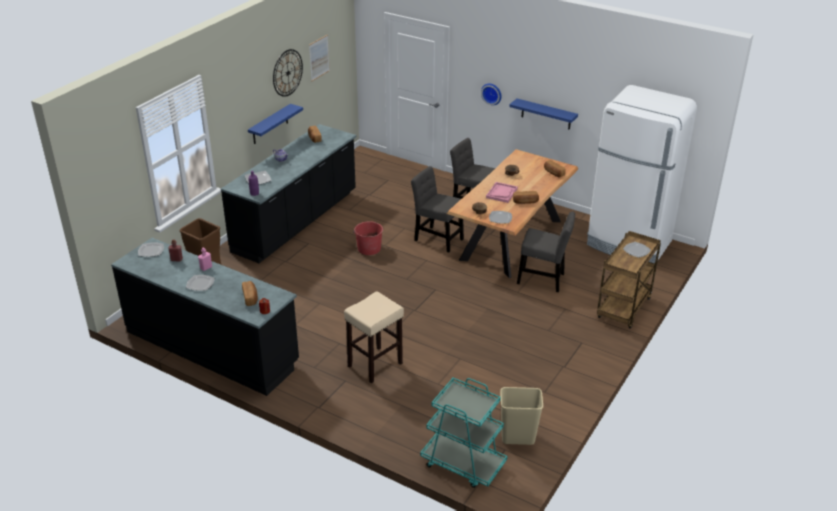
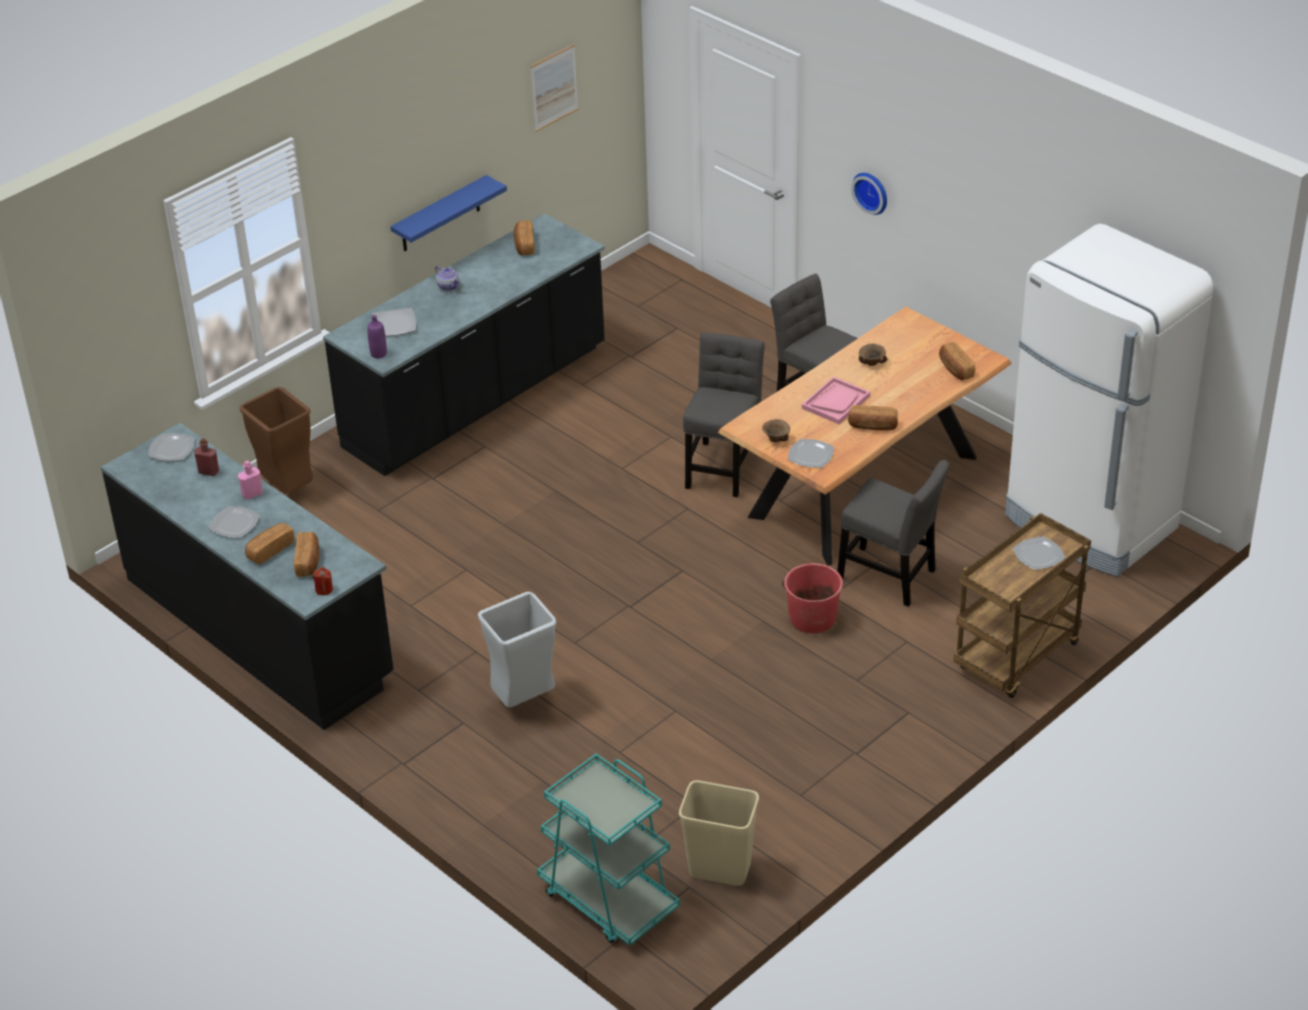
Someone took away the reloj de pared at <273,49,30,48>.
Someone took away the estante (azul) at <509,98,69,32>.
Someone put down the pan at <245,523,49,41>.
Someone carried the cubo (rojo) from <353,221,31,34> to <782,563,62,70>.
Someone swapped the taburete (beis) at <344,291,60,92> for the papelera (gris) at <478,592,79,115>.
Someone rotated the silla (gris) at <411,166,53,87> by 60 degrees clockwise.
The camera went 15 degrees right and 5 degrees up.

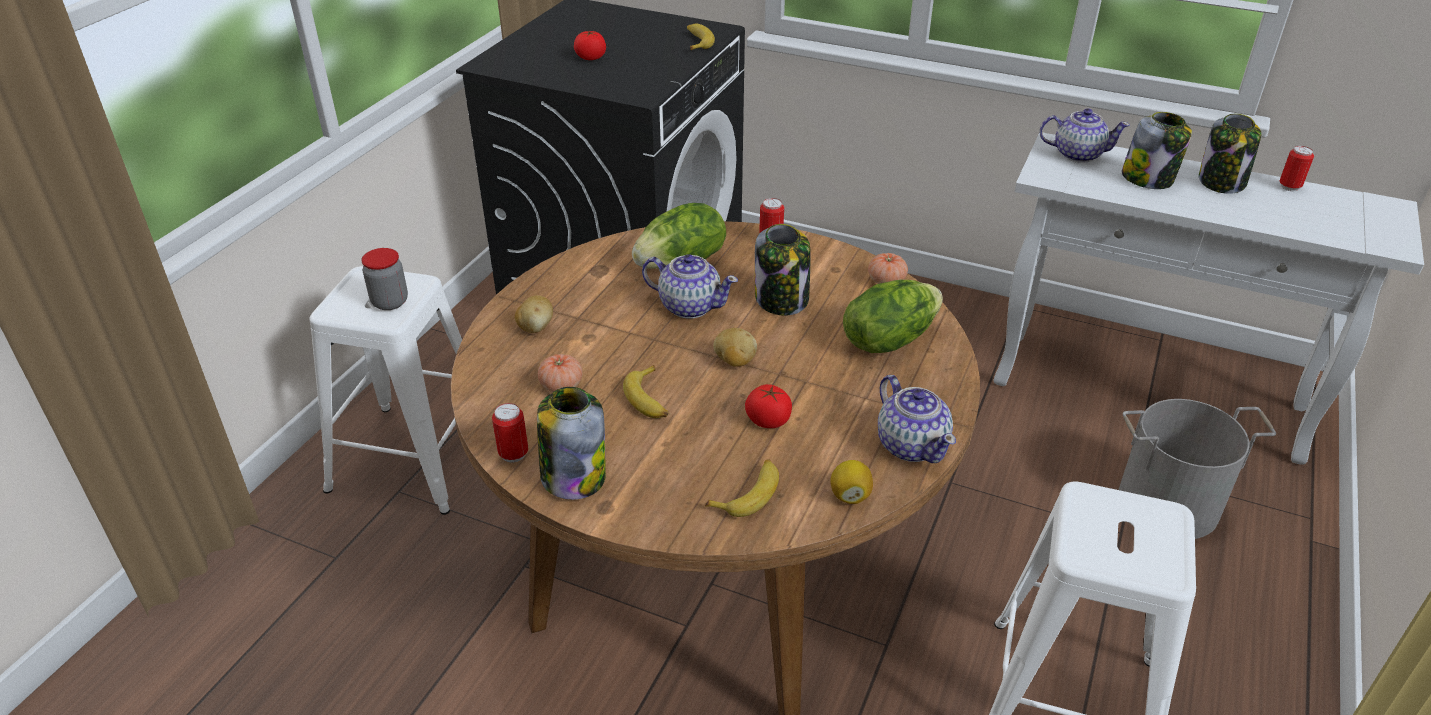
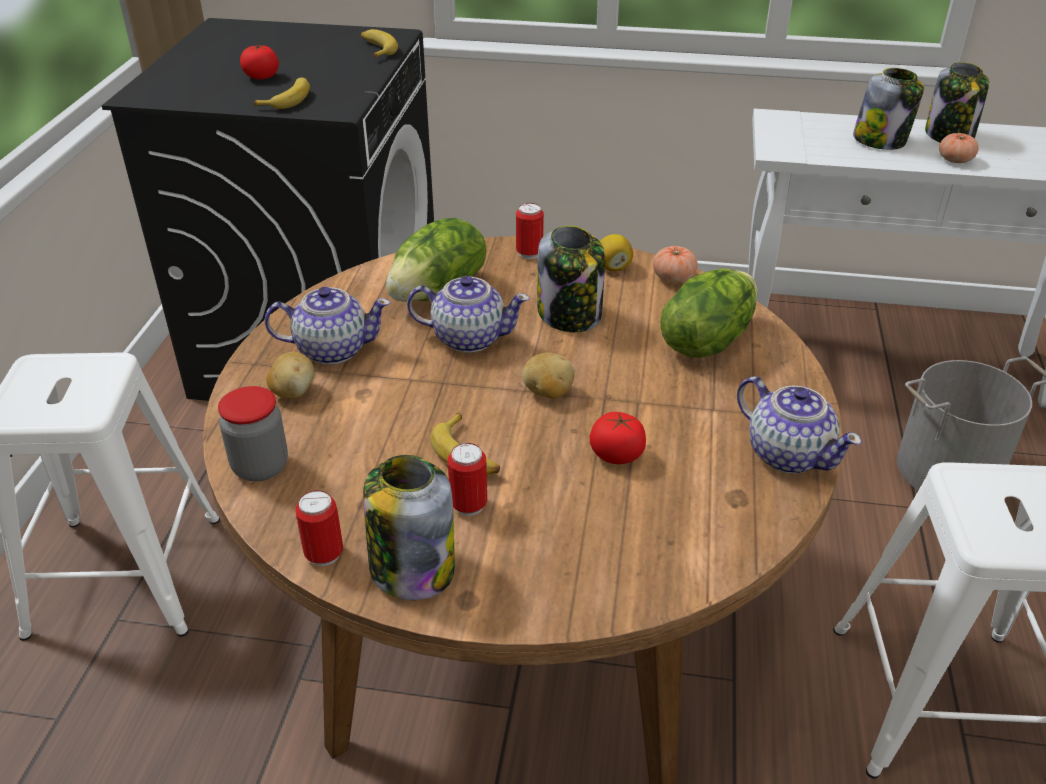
Someone carried the tarro from <361,248,47,62> to <218,386,70,95>.
Someone carried the tomate from <538,354,45,38> to <939,133,40,30>.
Someone carried the plátano from <705,459,74,58> to <253,78,57,31>.
Someone carried the limón from <830,460,43,44> to <600,234,33,38>.
Someone carried the tetera from <1039,108,91,55> to <264,287,127,78>.
Someone carried the lata from <1280,146,34,45> to <447,443,40,73>.
The camera went 15 degrees left and 0 degrees up.

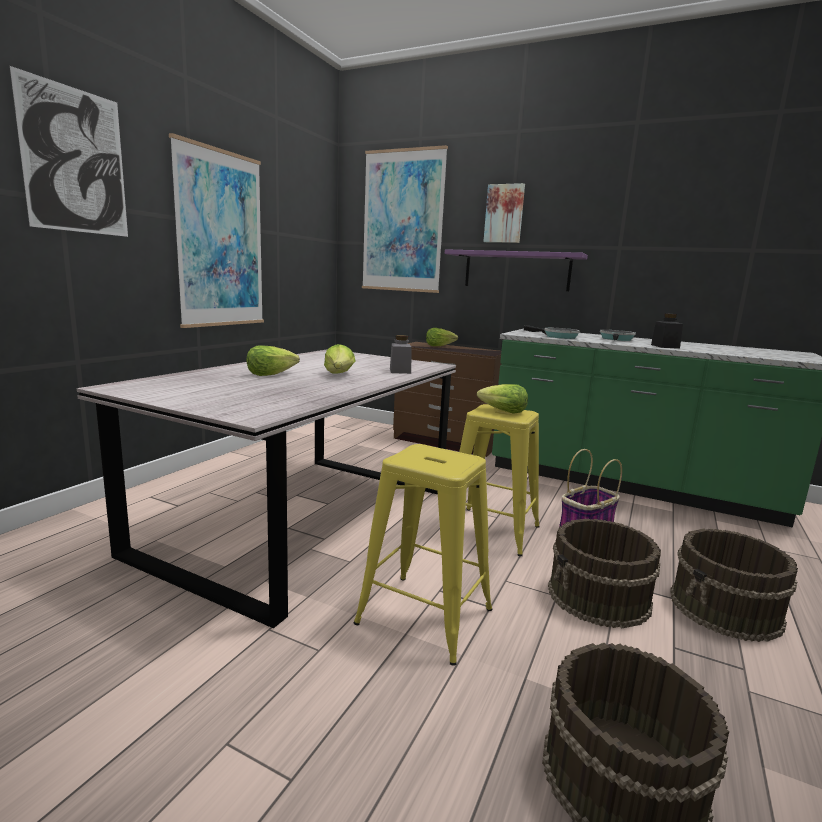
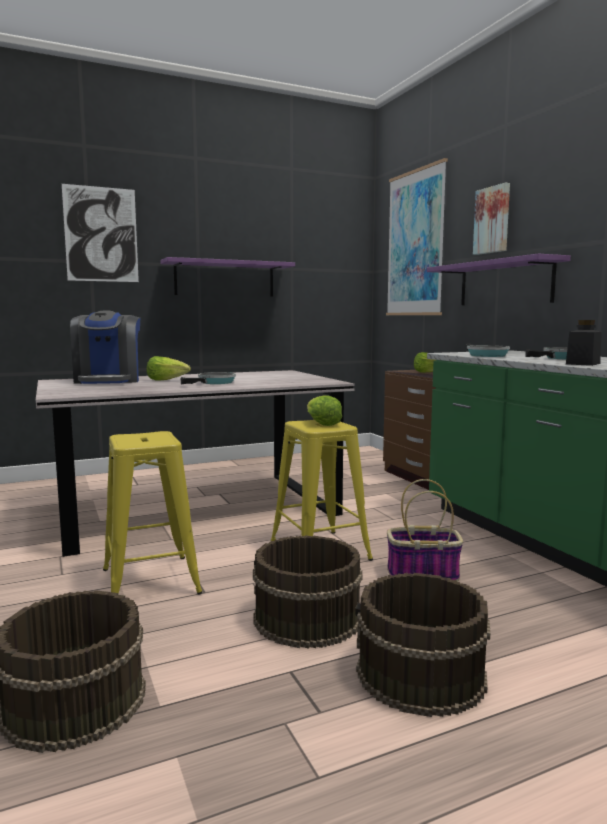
Someone took away the tarro (gris) at <390,335,22,39>.
Someone put down the cafetera at <70,310,70,74>.
Someone swapped the cuadro at <169,133,95,195> for the estante (morado) at <160,257,135,40>.
Someone swapped the lechuga at <324,344,32,29> for the sartén at <181,372,55,12>.
The camera went 40 degrees right and 5 degrees down.

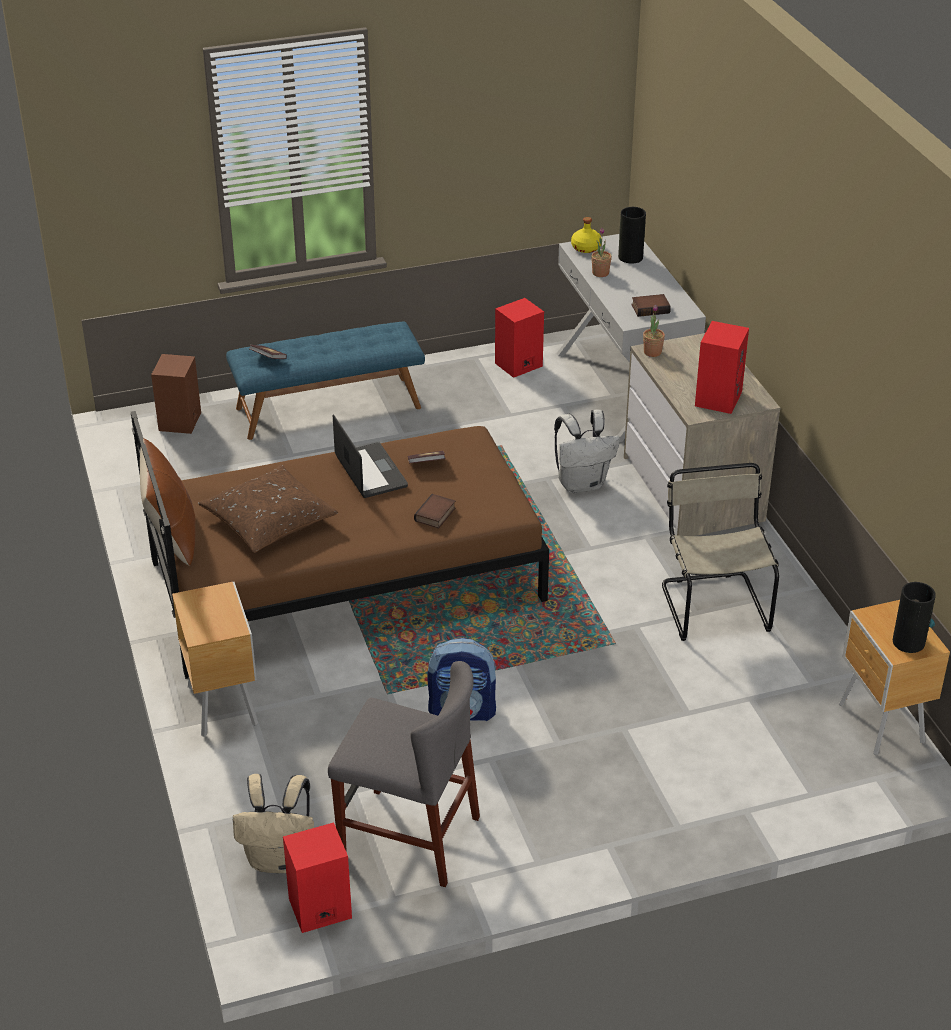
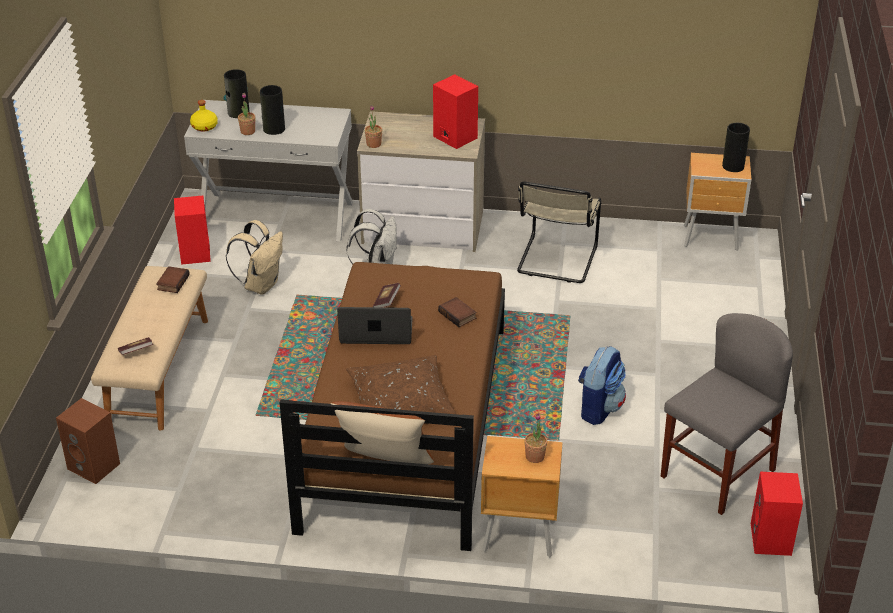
Someone put down the florero at <260,85,25,50>.
Someone put down the planta en maceta at <524,413,23,50>.
Someone carried the mochila (beis) from <233,774,81,99> to <226,220,57,75>.
Someone carried the libro from <631,294,40,23> to <156,266,34,27>.
Someone repainted the banco (azul) at <226,321,199,119>, which became the banco (beis) at <91,266,117,165>.
Someone rotated the silla (beis) at <662,463,117,178> by 90 degrees counterclockwise.
The camera went 65 degrees left and 0 degrees up.

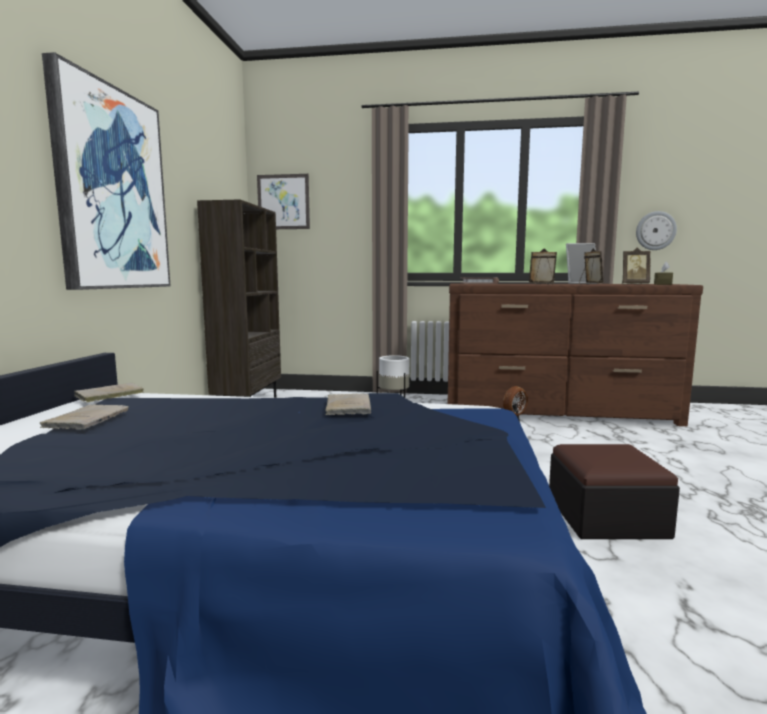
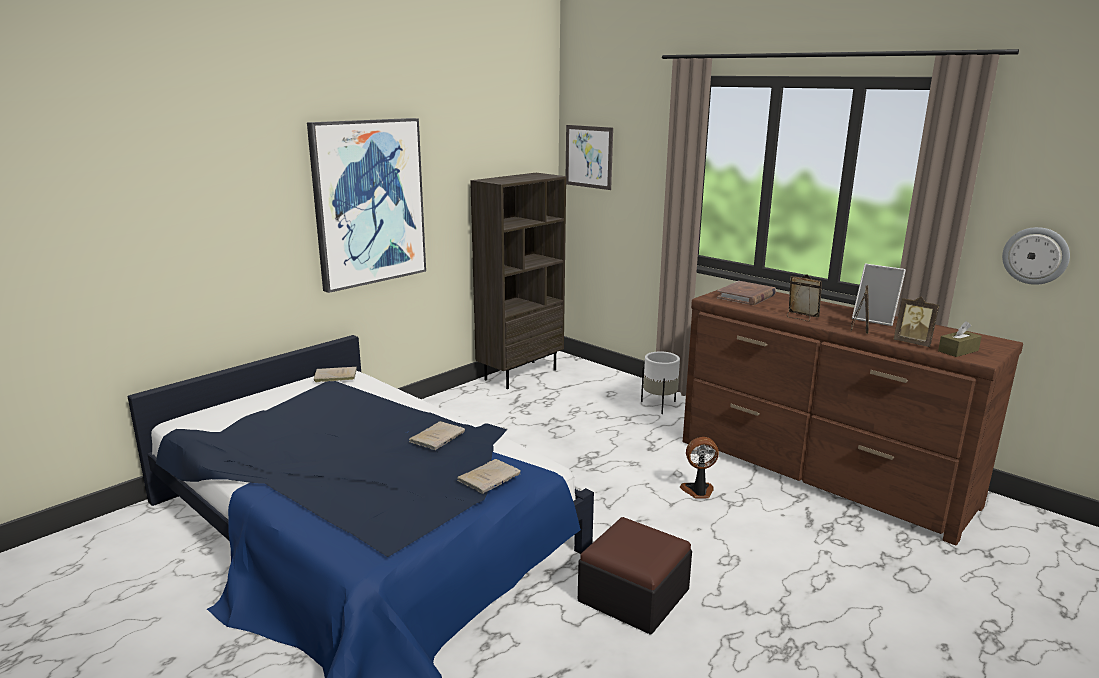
Someone carried the libro (beis) from <40,405,89,25> to <457,459,64,35>.
The camera went 35 degrees right and 10 degrees up.

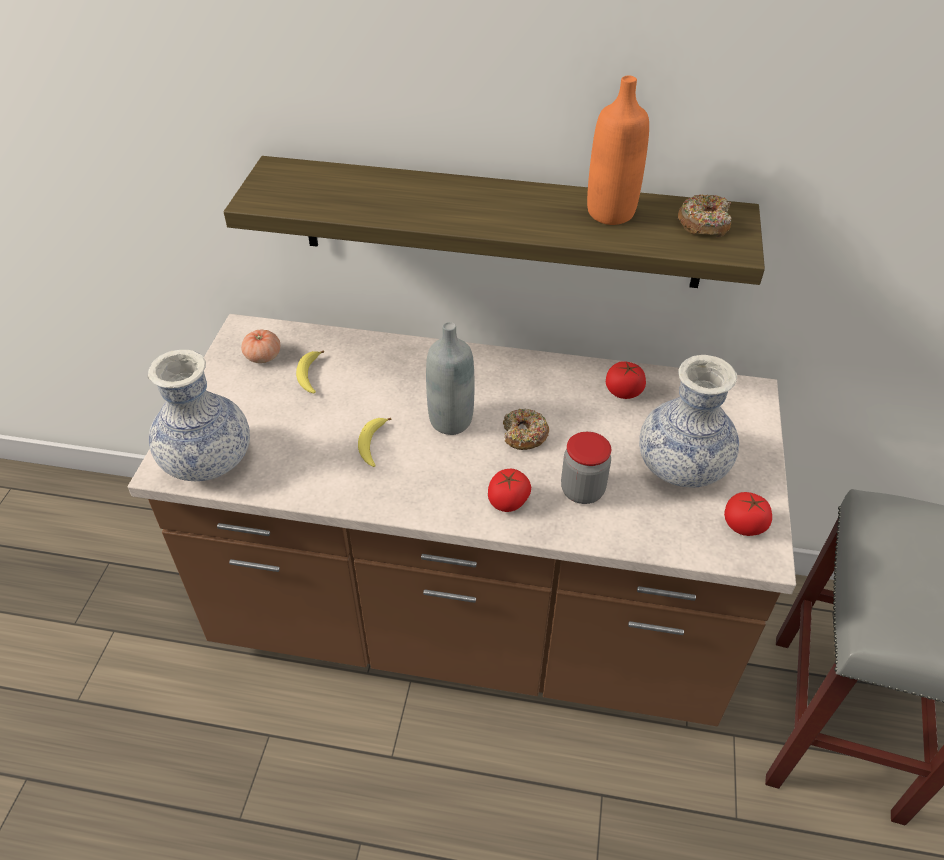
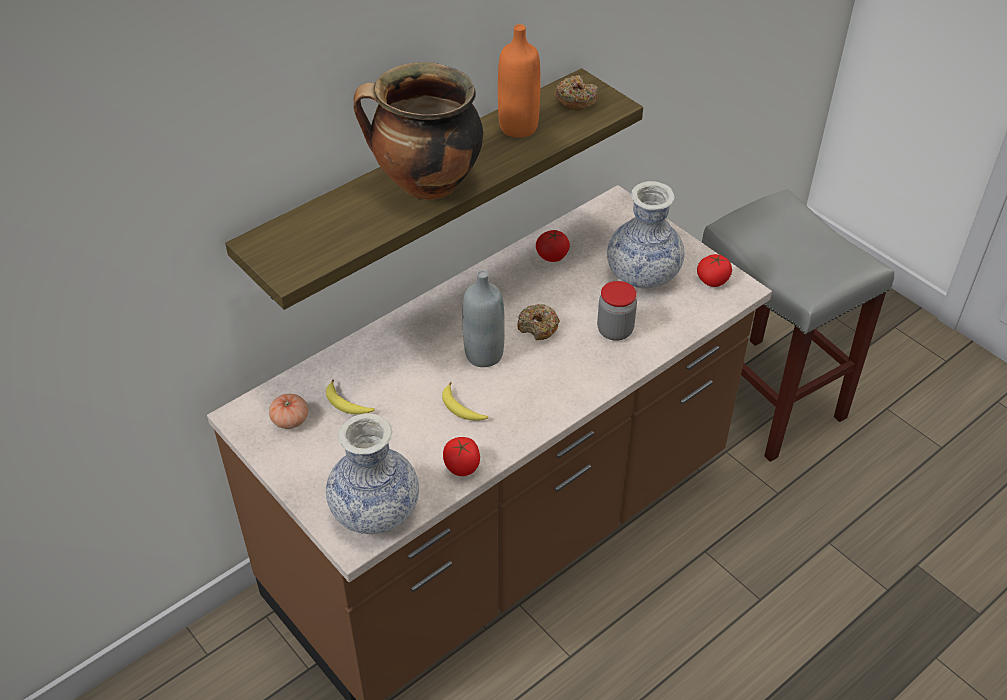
Someone put down the olla at <354,62,129,138>.
Someone carried the tomate from <488,469,43,43> to <443,437,37,39>.
The camera went 50 degrees left and 0 degrees up.

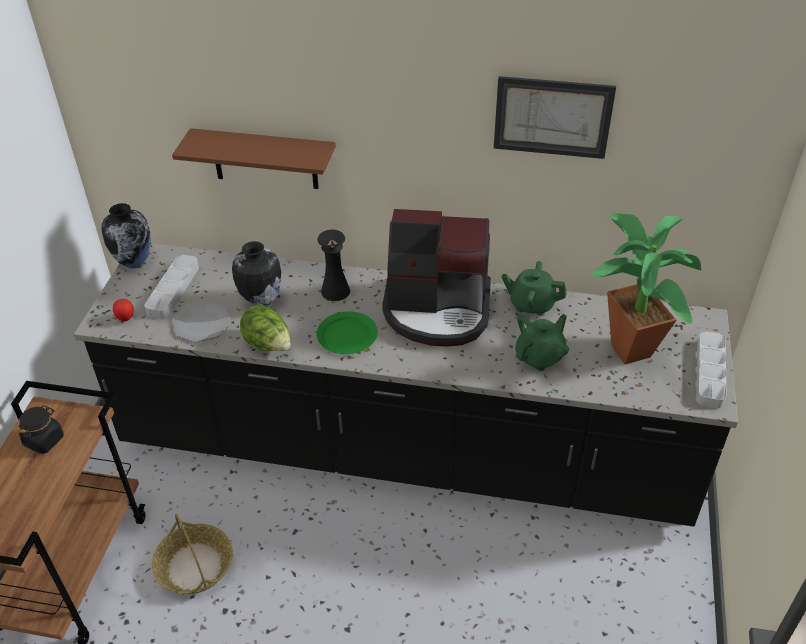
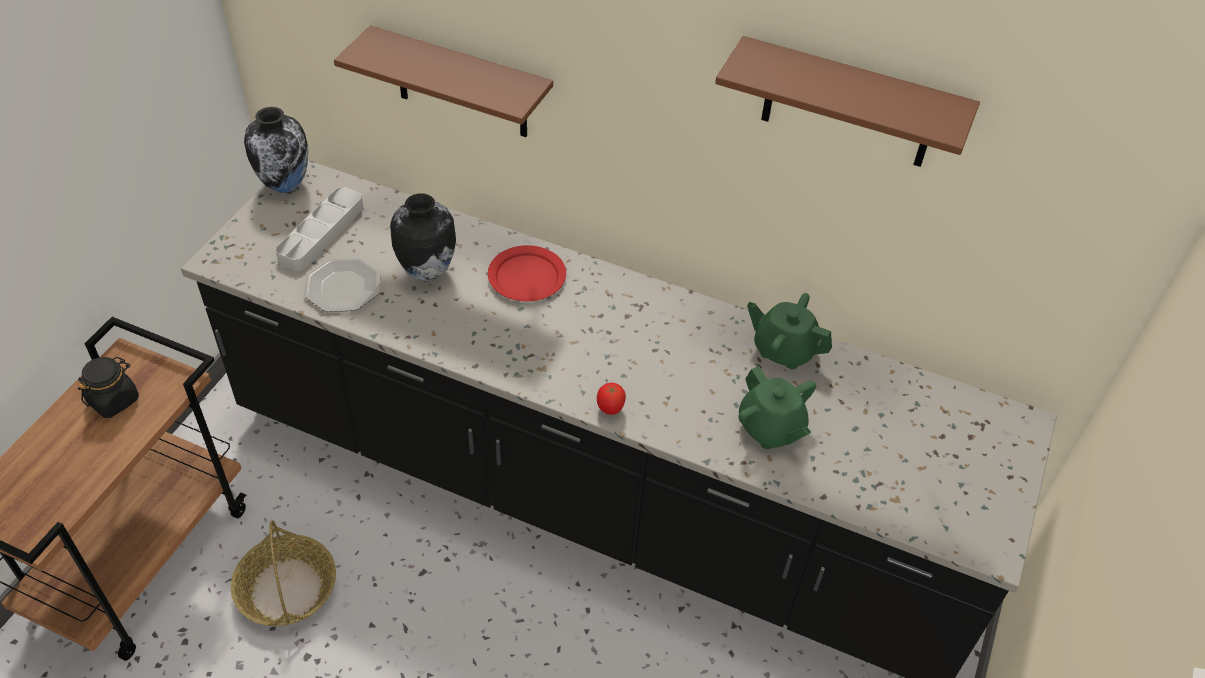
Someone took away the lechuga at <240,304,51,47>.
Someone took away the plato (verde) at <316,311,62,43>.
Someone took away the cafetera at <382,209,109,138>.
Someone took away the planta en maceta at <592,213,109,151>.
Someone took away the bandeja (gris) at <696,331,31,78>.
Someone carried the tomate from <113,299,21,22> to <597,383,29,32>.
Someone swapped the florero (negro) at <317,230,33,71> for the plato (rojo) at <488,245,78,56>.
Someone swapped the cuadro at <494,76,122,83> for the estante (marrón) at <715,36,265,131>.
Someone rotated the tetera (verde) at <515,314,54,57> by 90 degrees clockwise.
The camera went 10 degrees right and 5 degrees up.

